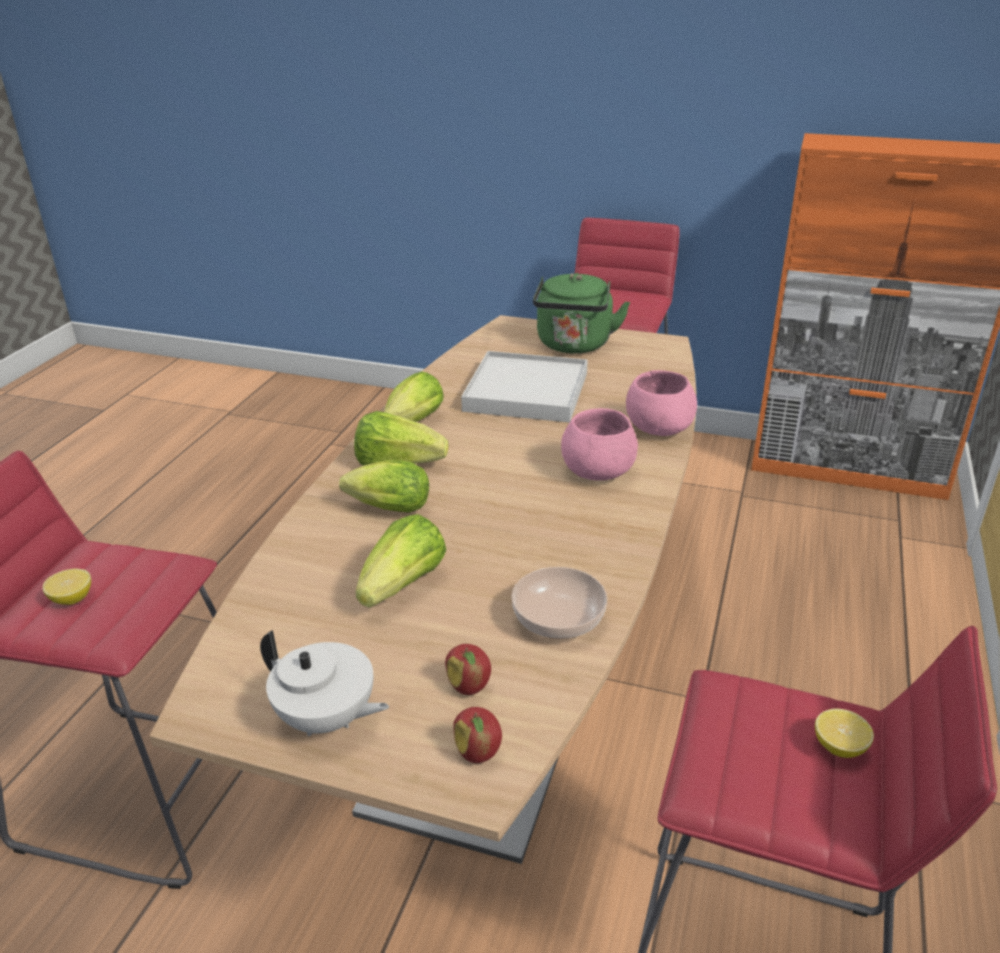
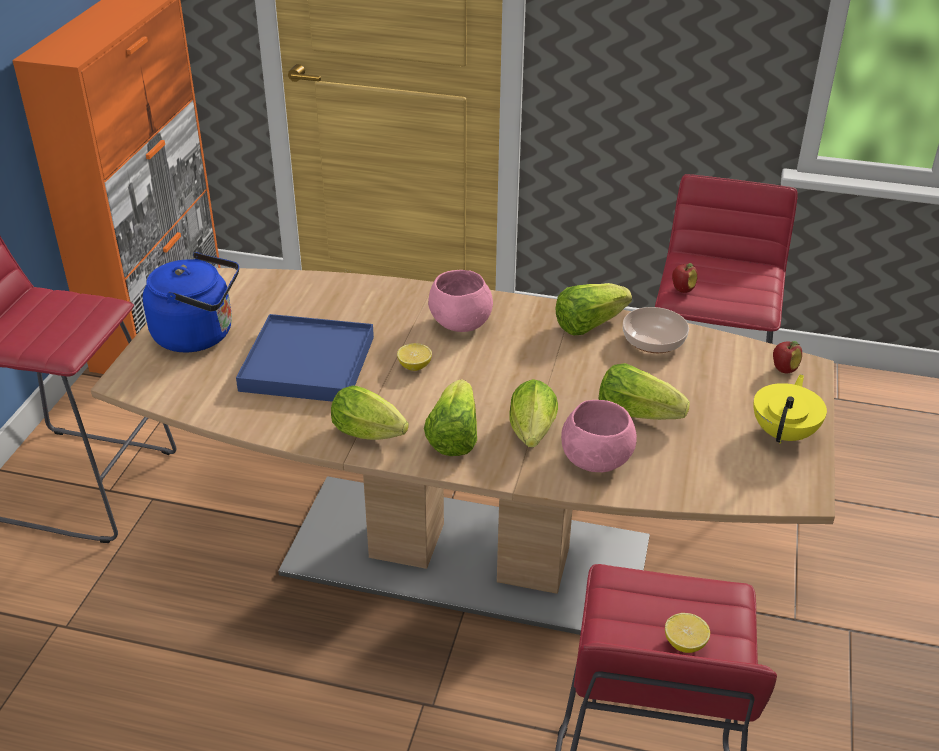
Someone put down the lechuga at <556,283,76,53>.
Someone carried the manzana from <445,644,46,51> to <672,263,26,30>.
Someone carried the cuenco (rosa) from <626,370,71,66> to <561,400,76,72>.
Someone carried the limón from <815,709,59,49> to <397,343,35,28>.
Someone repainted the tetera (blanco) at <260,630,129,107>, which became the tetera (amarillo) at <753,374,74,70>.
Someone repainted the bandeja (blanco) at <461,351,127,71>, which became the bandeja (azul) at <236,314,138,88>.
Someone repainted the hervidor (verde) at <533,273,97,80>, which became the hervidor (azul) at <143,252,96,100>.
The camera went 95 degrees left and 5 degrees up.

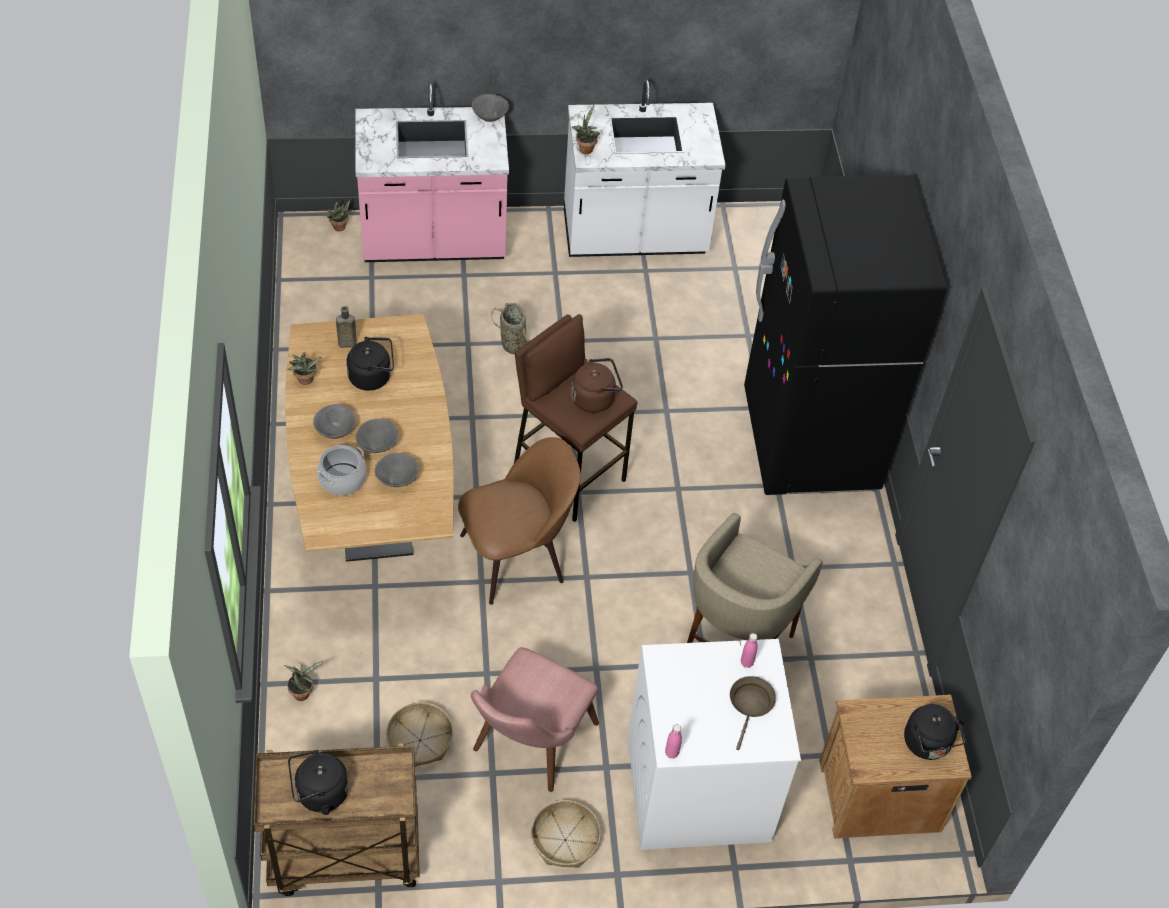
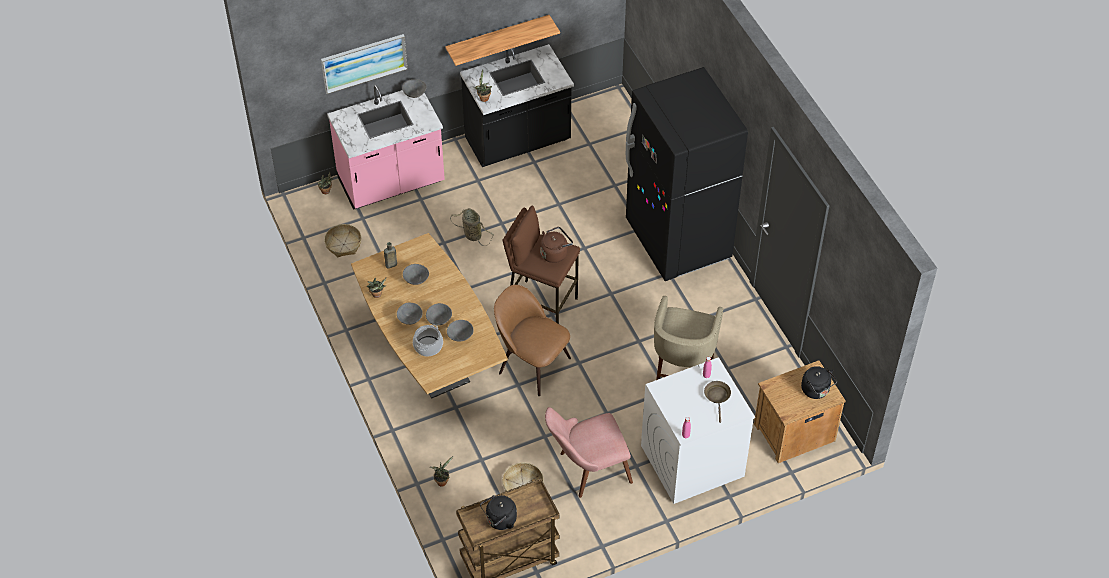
Someone put up the cuadro at <321,34,87,60>.
Someone put up the estante at <445,15,115,51>.
Someone carried the cesta from <531,800,70,68> to <324,224,38,33>.
Someone swapped the hervidor (negro) at <346,336,48,55> for the cuenco (gris) at <403,264,26,21>.
Someone repainted the mueble bajo de cocina (blanco) at <564,80,162,177>, which became the mueble bajo de cocina (negro) at <460,44,114,123>.
Someone rotated the silla (marrón) at <458,437,123,168> by 105 degrees counterclockwise.
Someone rotated the silla (rosa) at <471,647,128,145> by 60 degrees clockwise.
The camera went 15 degrees left and 0 degrees up.

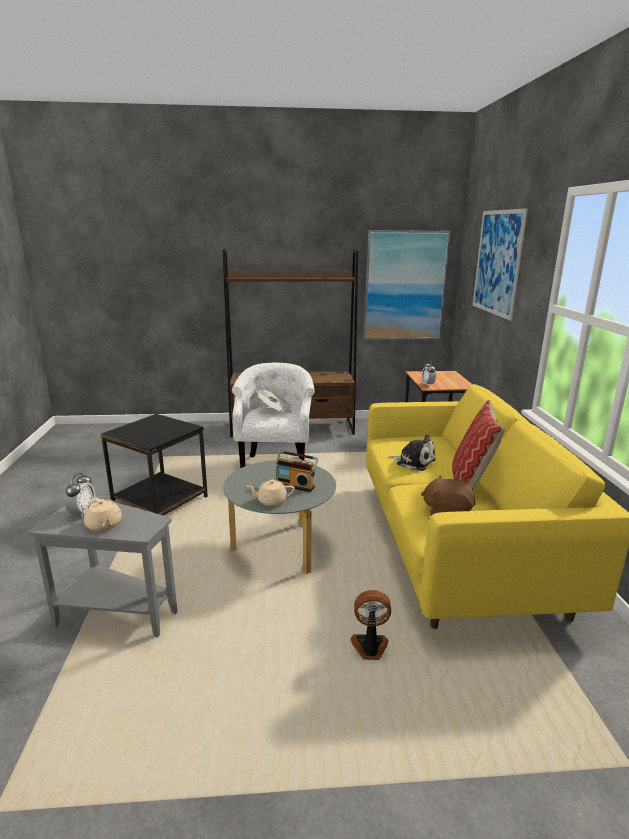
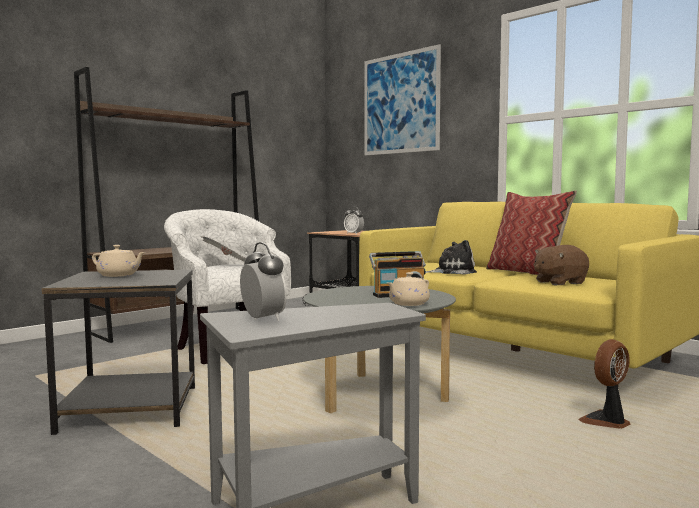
Someone took away the cuadro at <364,230,87,110>.
Someone carried the tetera (beis) from <84,498,38,33> to <92,245,54,32>.
The camera went 40 degrees left and 15 degrees down.

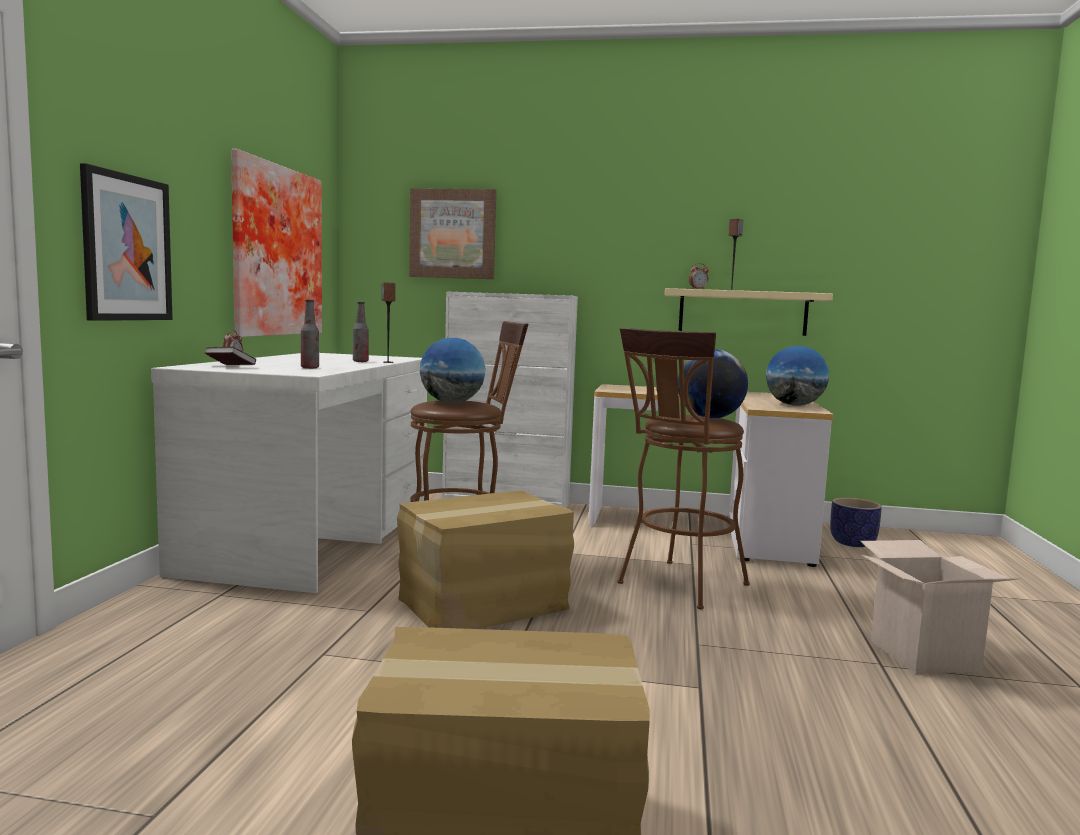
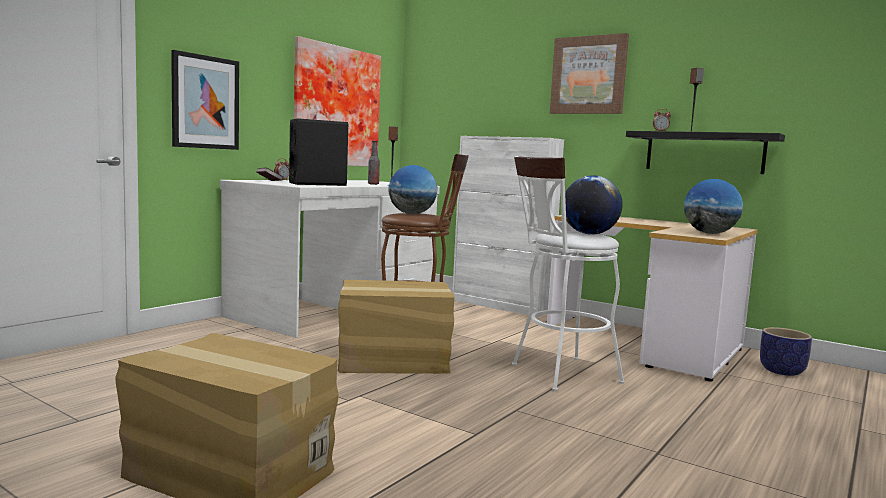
Someone took away the caja de cartón at <860,540,161,134>.
Someone carried the cuadro from <409,188,87,91> to <550,33,79,81>.
Someone swapped the botella at <301,300,18,69> for the altavoz (negro) at <289,118,59,68>.
Someone repainted the taburete (marrón) at <617,328,133,282>, which became the taburete (blanco) at <512,156,113,235>.
Someone repainted the estante (beis) at <665,288,168,48>, which became the estante (negro) at <626,131,159,43>.
The camera went 25 degrees right and 0 degrees up.

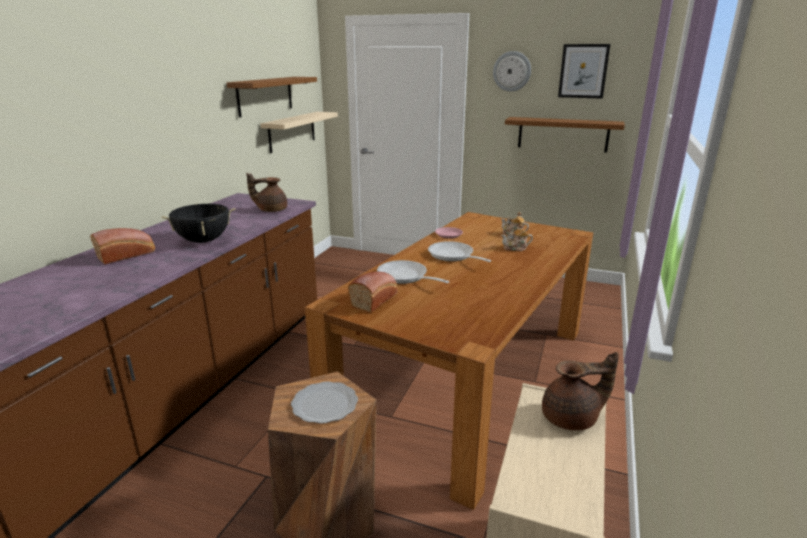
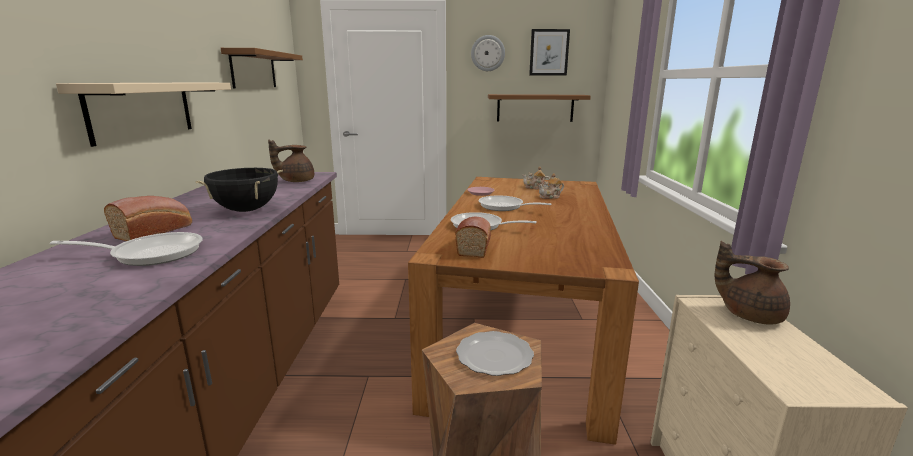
Someone put down the sartén at <50,232,153,34>.
Someone carried the estante (beis) from <260,112,78,41> to <56,83,175,64>.
Someone rotated the tetera (marrón) at <542,352,77,78> by 120 degrees counterclockwise.
The camera went 20 degrees left and 5 degrees down.

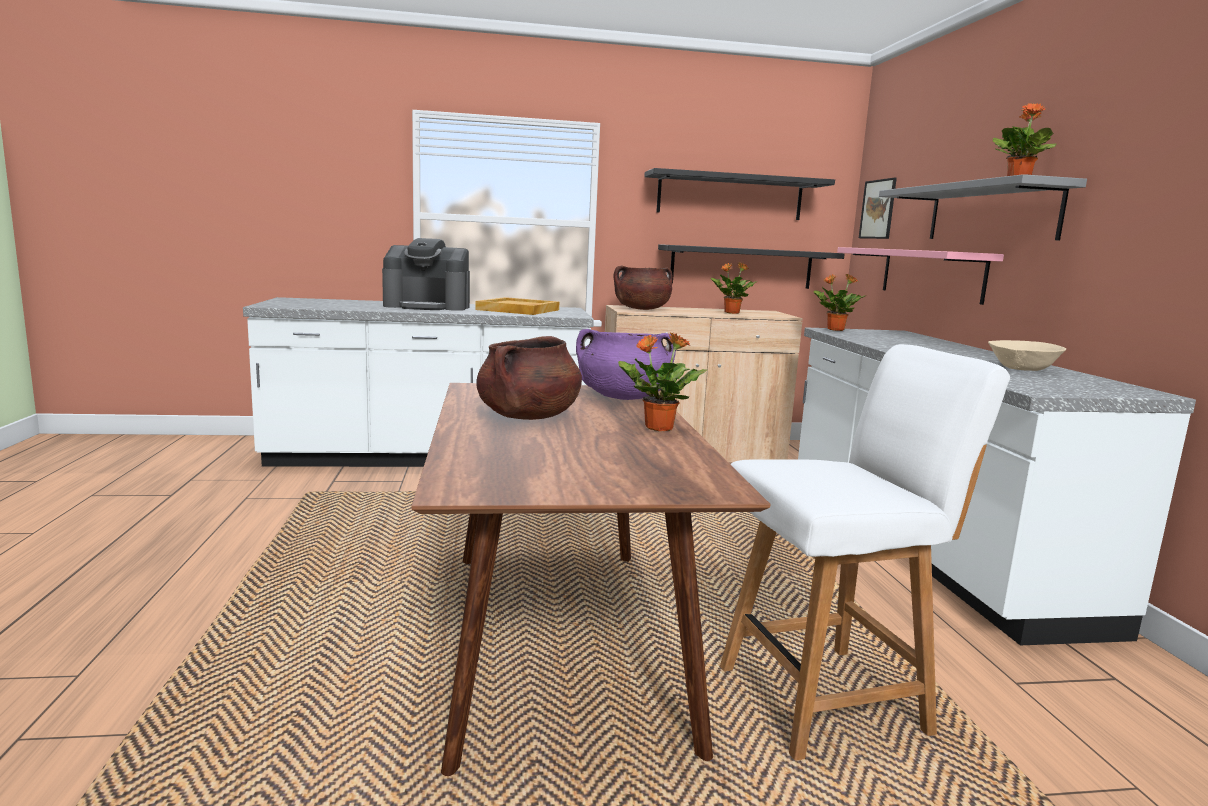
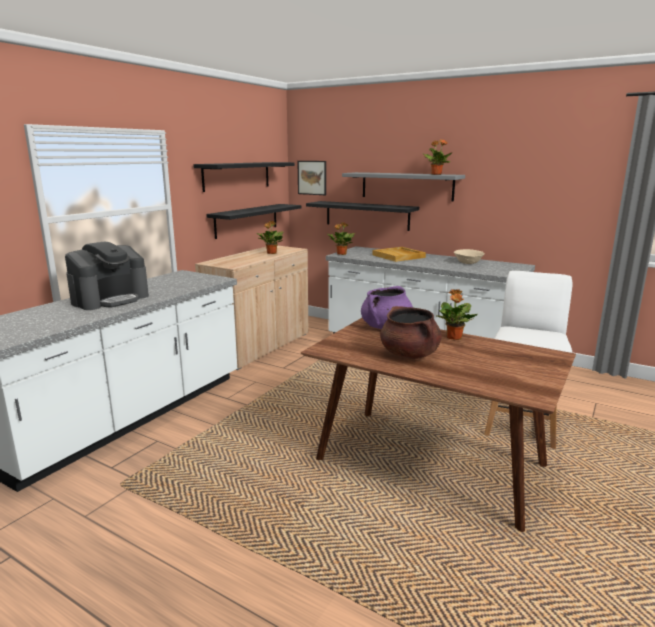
Someone took away the olla (marrón) at <614,266,59,44>.
Someone carried the bandeja (beis) from <475,297,84,18> to <372,247,54,15>.
Someone repainted the estante (rosa) at <837,247,167,58>, which became the estante (negro) at <306,201,113,30>.
The camera went 50 degrees left and 5 degrees up.

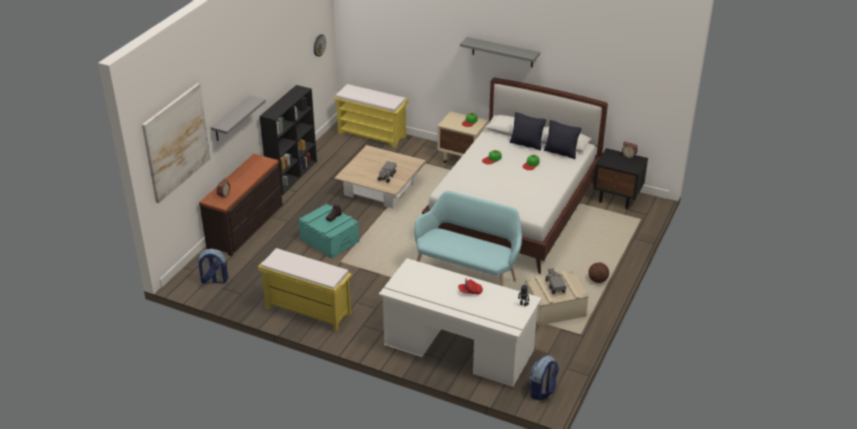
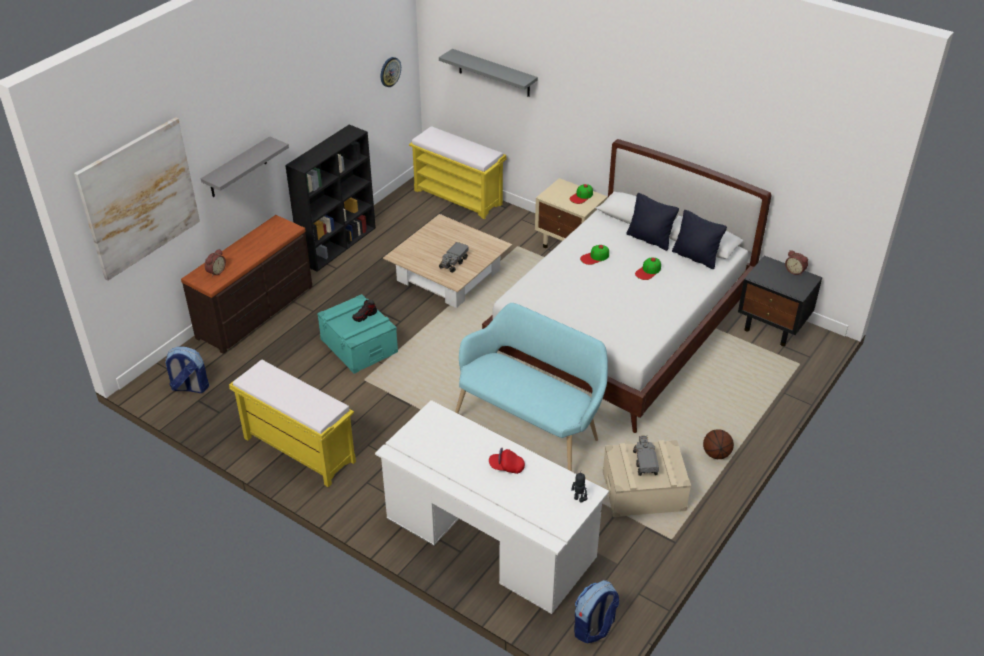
Someone carried the estante (gris) from <460,37,80,30> to <439,49,99,48>.
The camera went 10 degrees right and 5 degrees up.

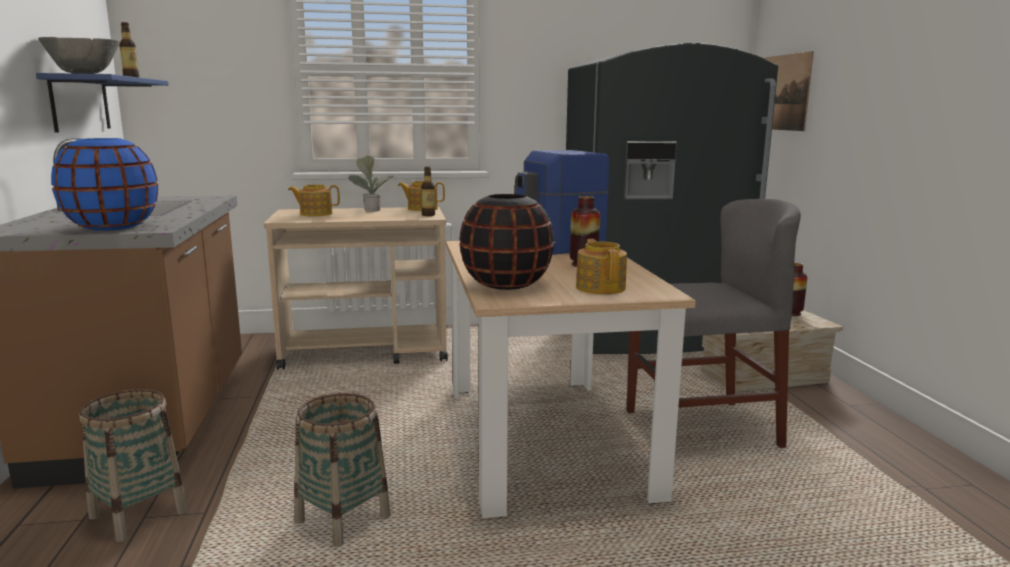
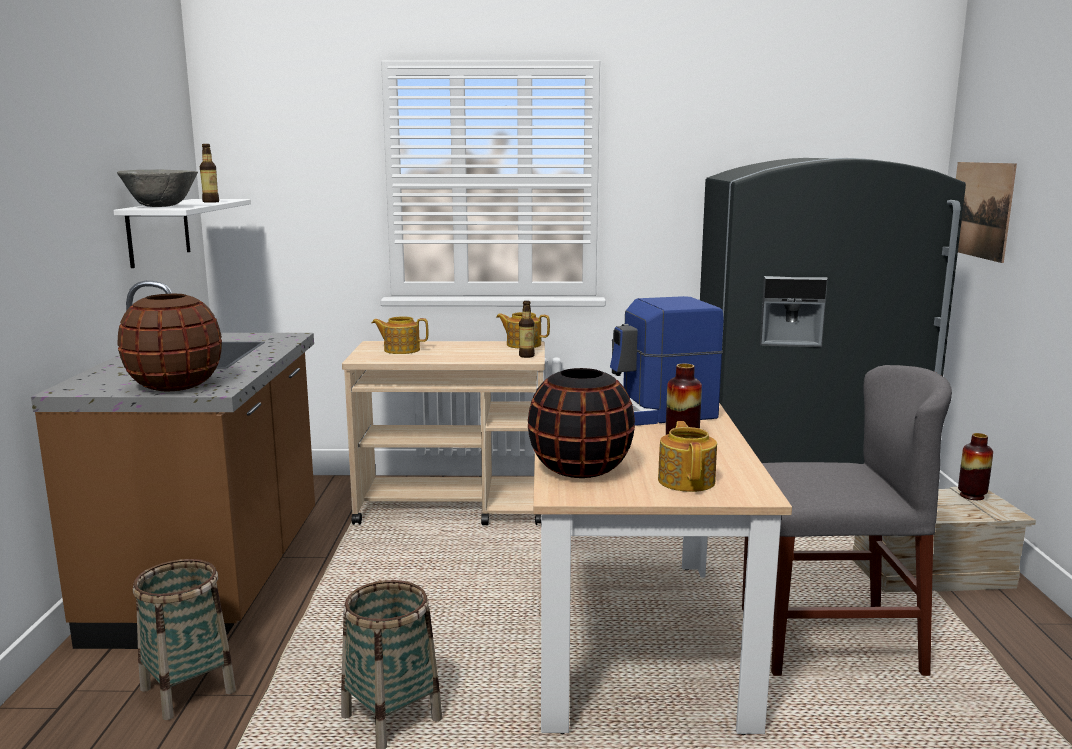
Someone took away the planta en maceta at <348,156,46,56>.
Someone repainted the estante (azul) at <36,73,132,60>, which became the estante (blanco) at <114,199,137,69>.
Someone repainted the florero (azul) at <51,138,107,93>, which became the florero (marrón) at <117,294,105,97>.
The camera went 10 degrees right and 0 degrees up.

